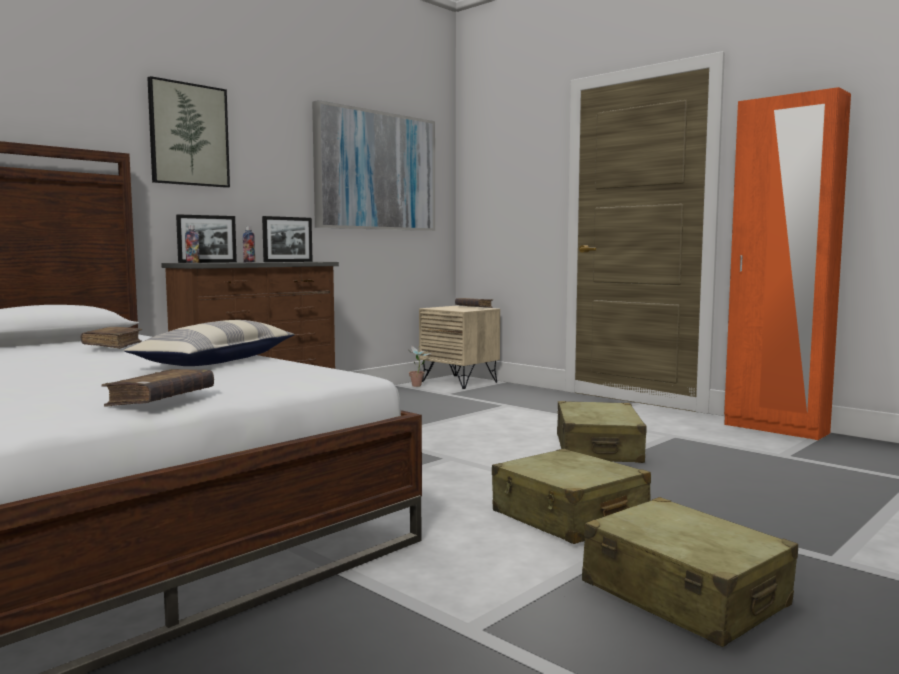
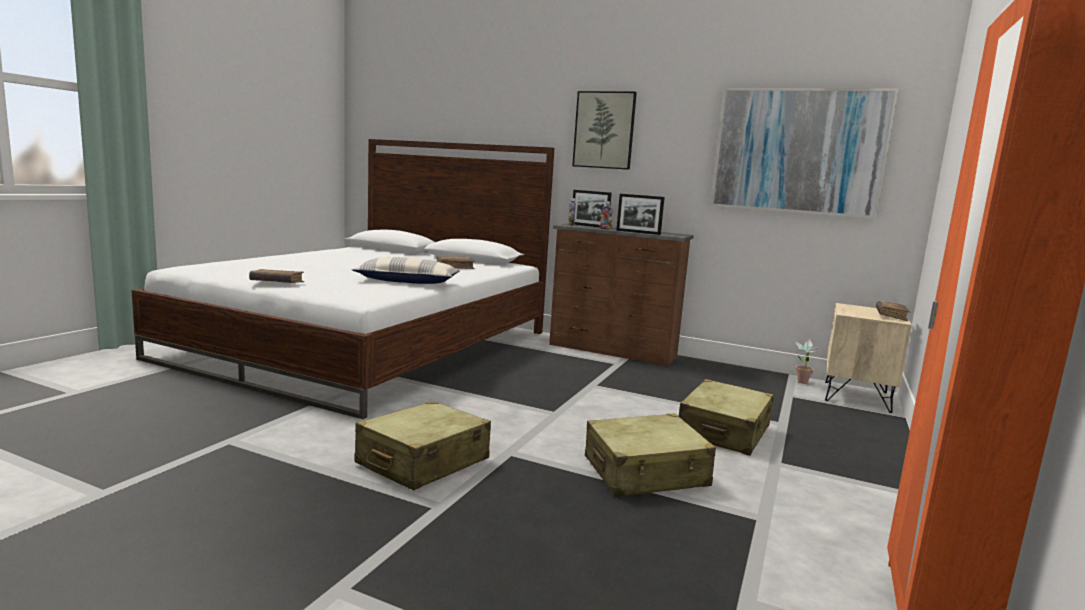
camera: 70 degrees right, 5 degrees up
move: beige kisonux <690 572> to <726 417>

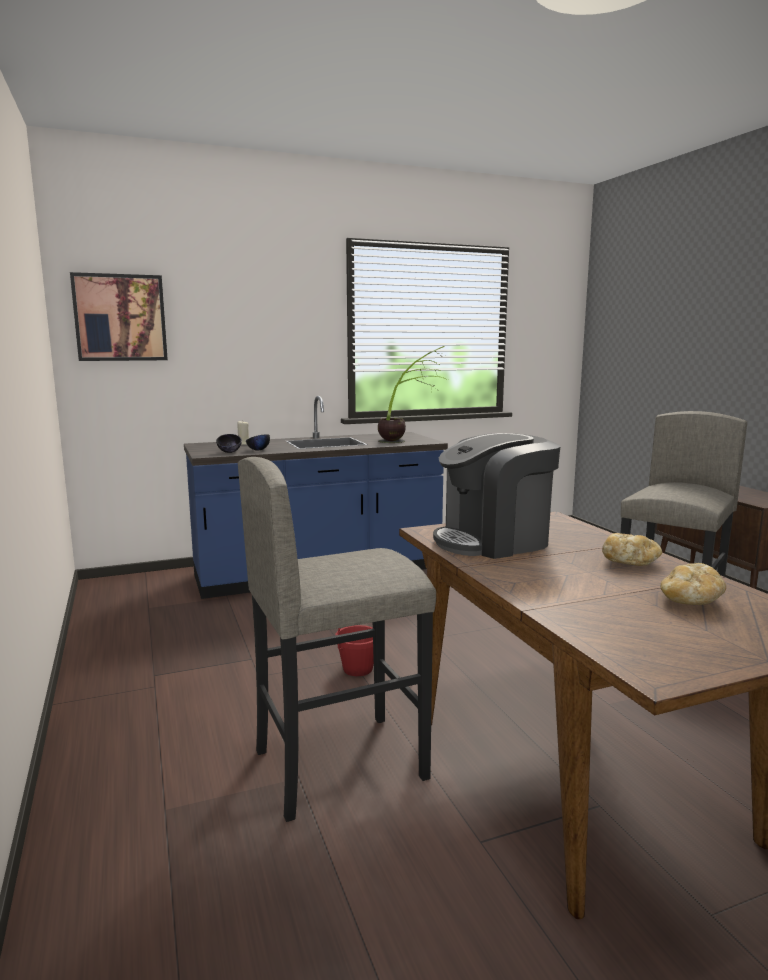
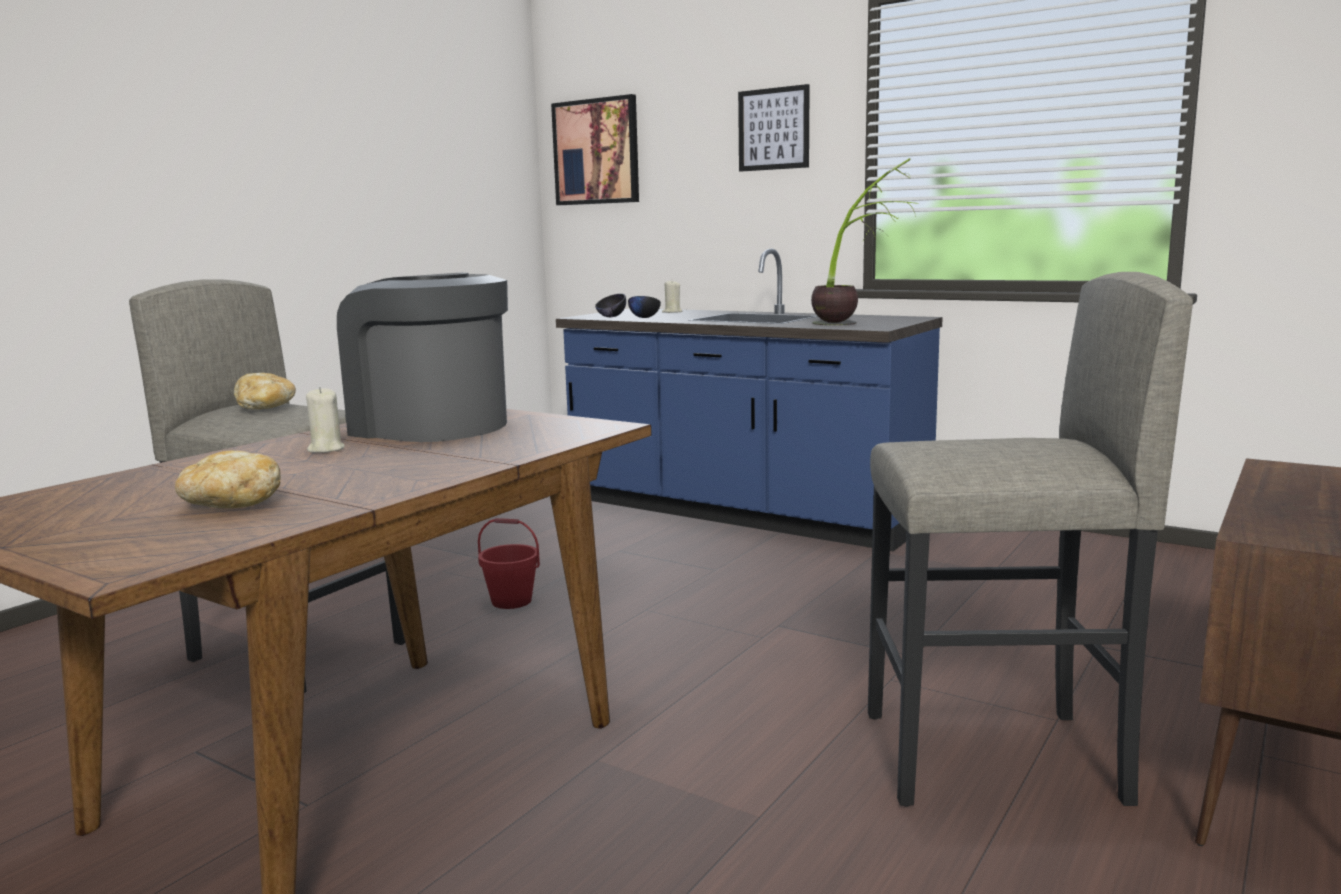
camera: 55 degrees right, 0 degrees up
insert: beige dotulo <325 420>; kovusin <774 128>
move: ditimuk <632 549> to <265 391>

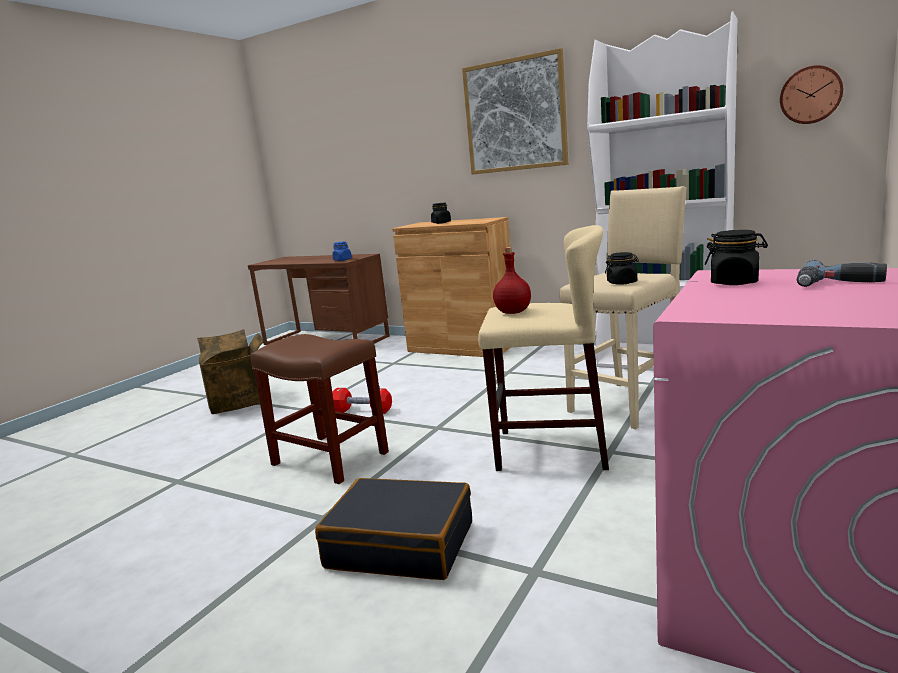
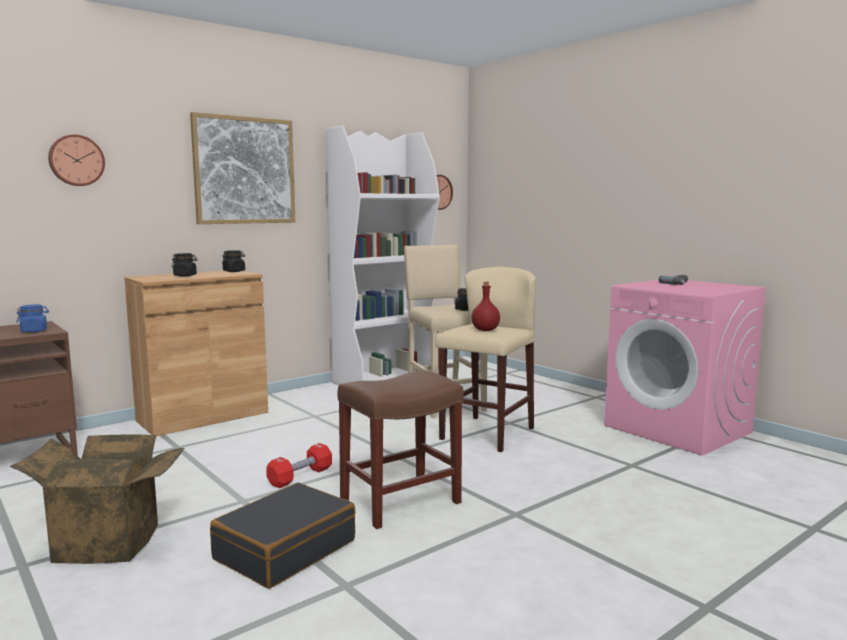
camera: 70 degrees left, 5 degrees down
insert: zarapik <76 160>
move: black kisonux <393 529> to <283 536>; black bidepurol <736 257> to <233 261>

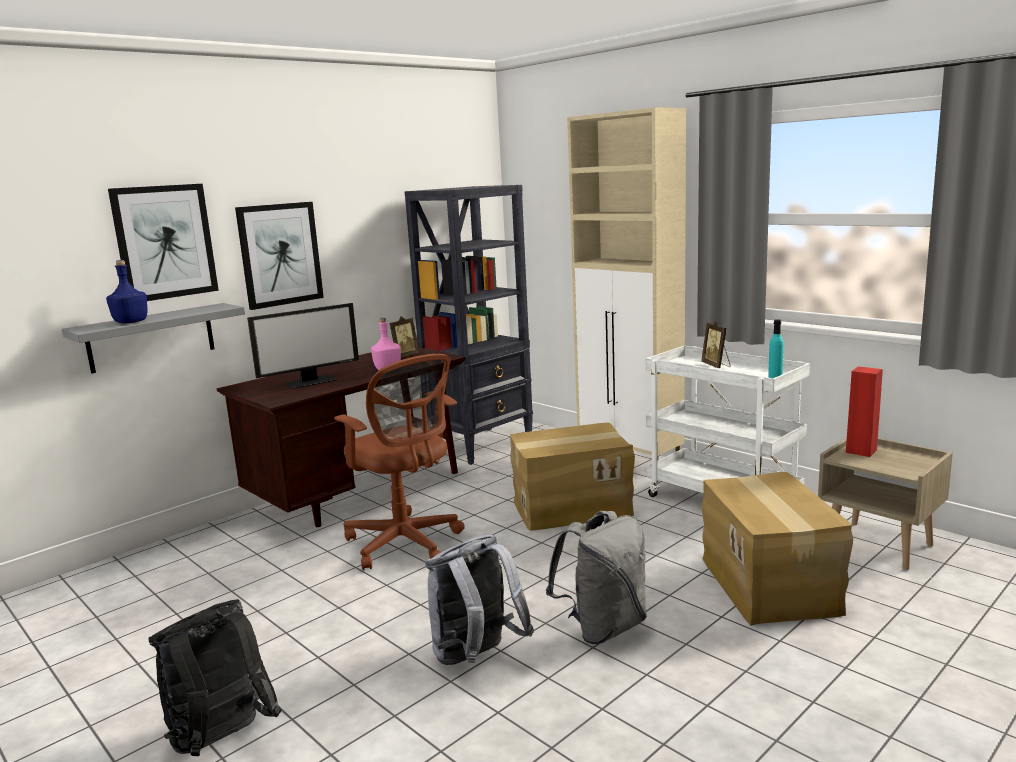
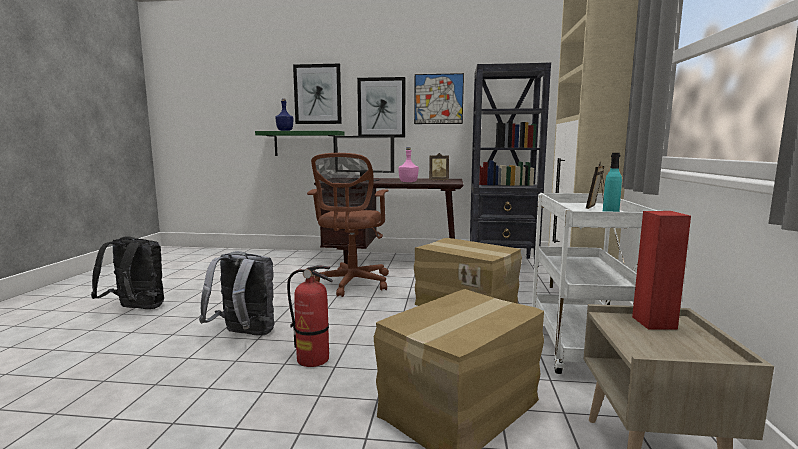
camera: 50 degrees right, 5 degrees down
insert: kovusin <439 98>
replace: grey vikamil <596 577> to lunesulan <310 316>
recolor: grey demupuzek <153 338> to green demupuzek <299 143>

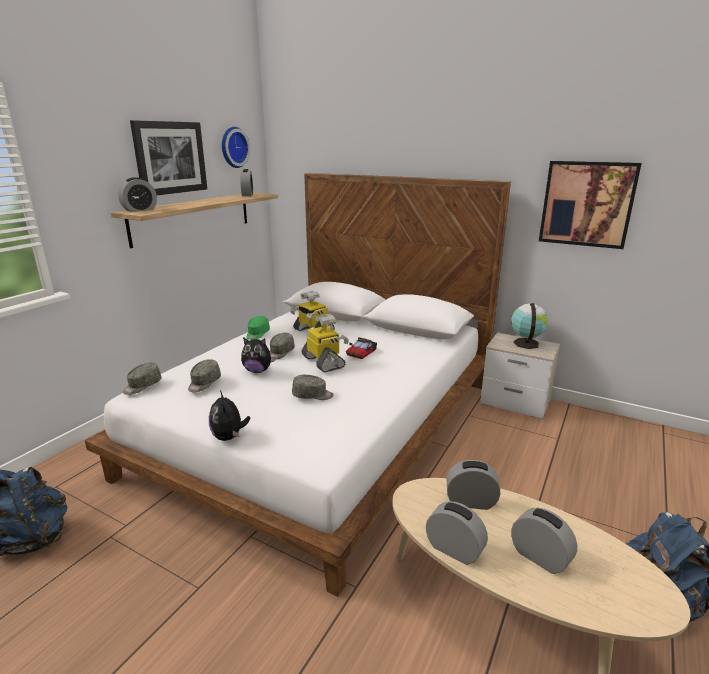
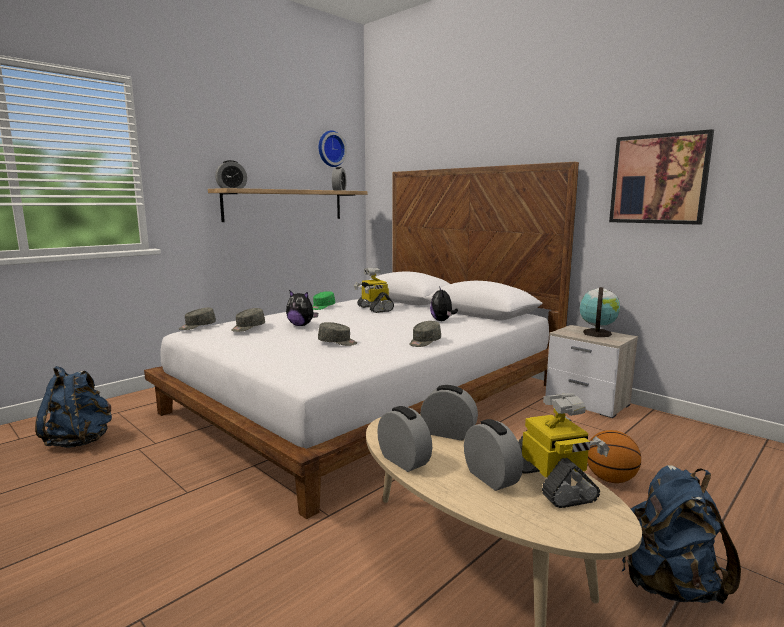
camera: 15 degrees right, 10 degrees down
delete: kovusin <168 157>; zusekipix <361 348>
insert: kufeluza <614 456>
move: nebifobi <230 416> to <444 303>; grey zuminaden <282 346> to <425 334>; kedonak <325 343> to <564 450>

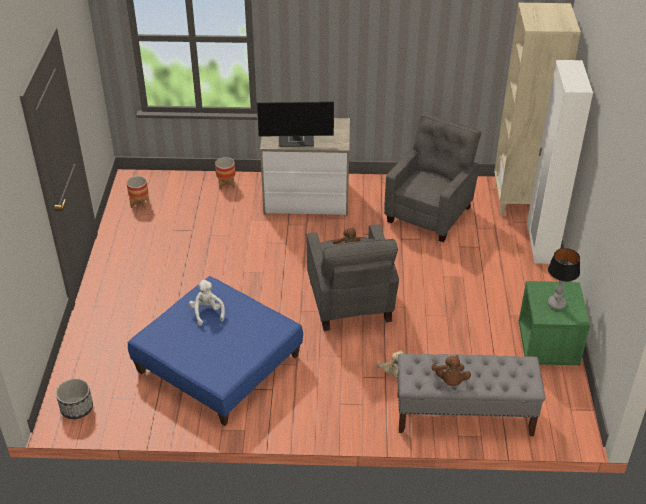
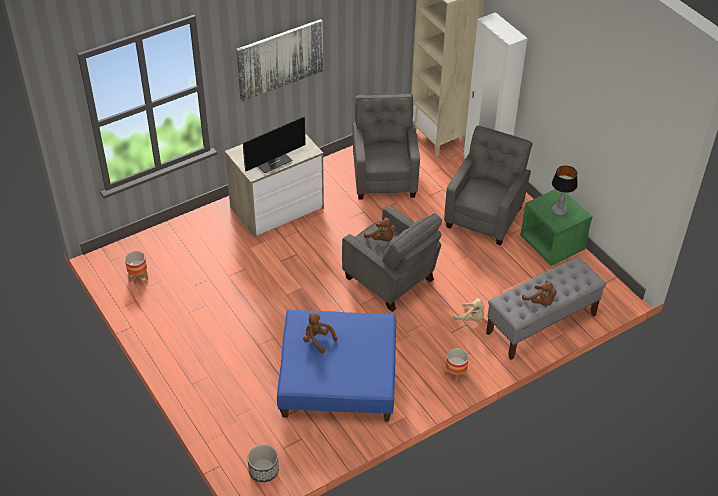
camera: 35 degrees left, 5 degrees up
insert: kovusin <279 60>; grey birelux <488 186>
move: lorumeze <225 173> to <457 366>
recolor: white nebifobi <207 303> to brown nebifobi <320 333>

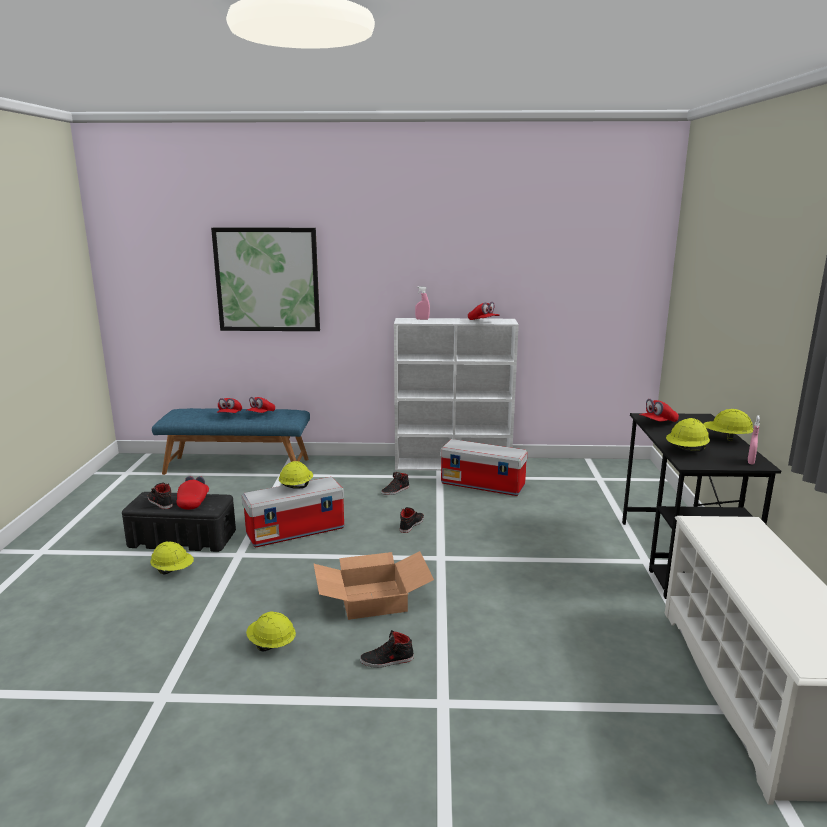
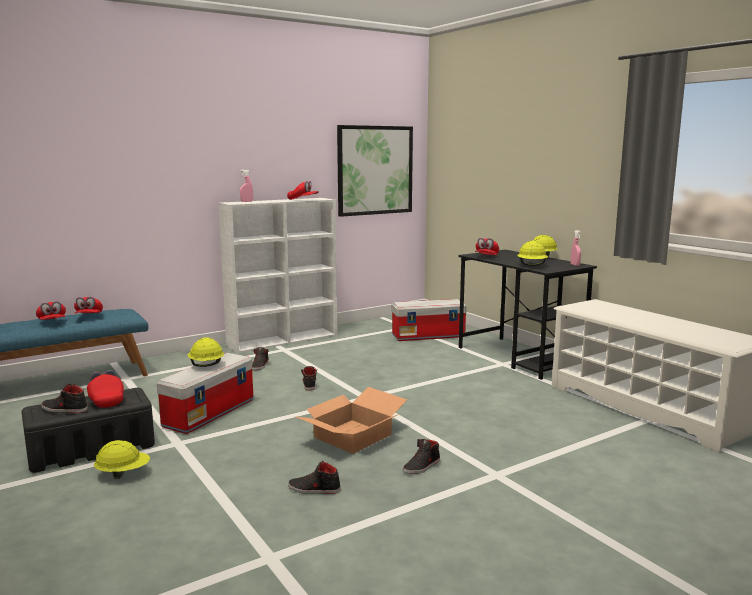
camera: 35 degrees left, 5 degrees down
move: kovusin <265 279> to <375 171>; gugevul <484 467> to <429 320>
replace: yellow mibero <271 631> to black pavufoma <314 477>

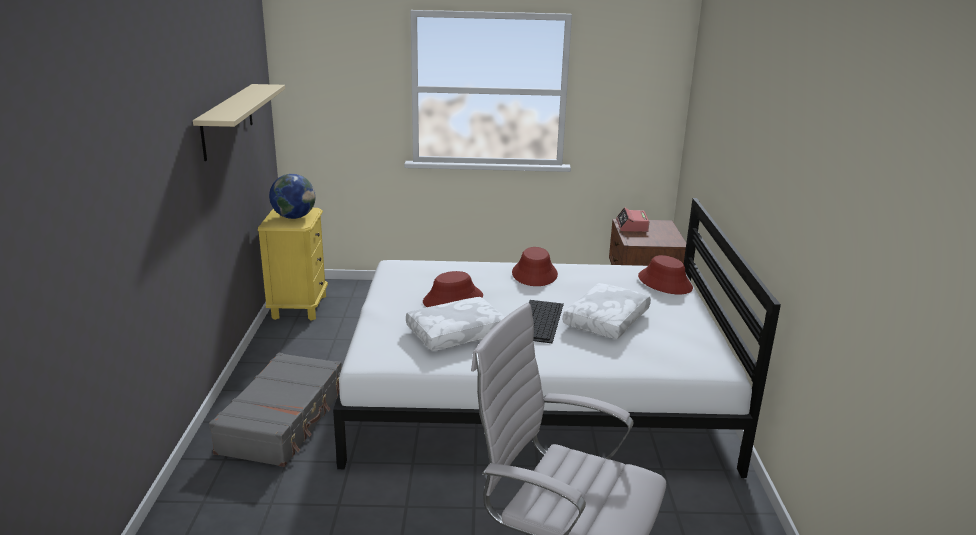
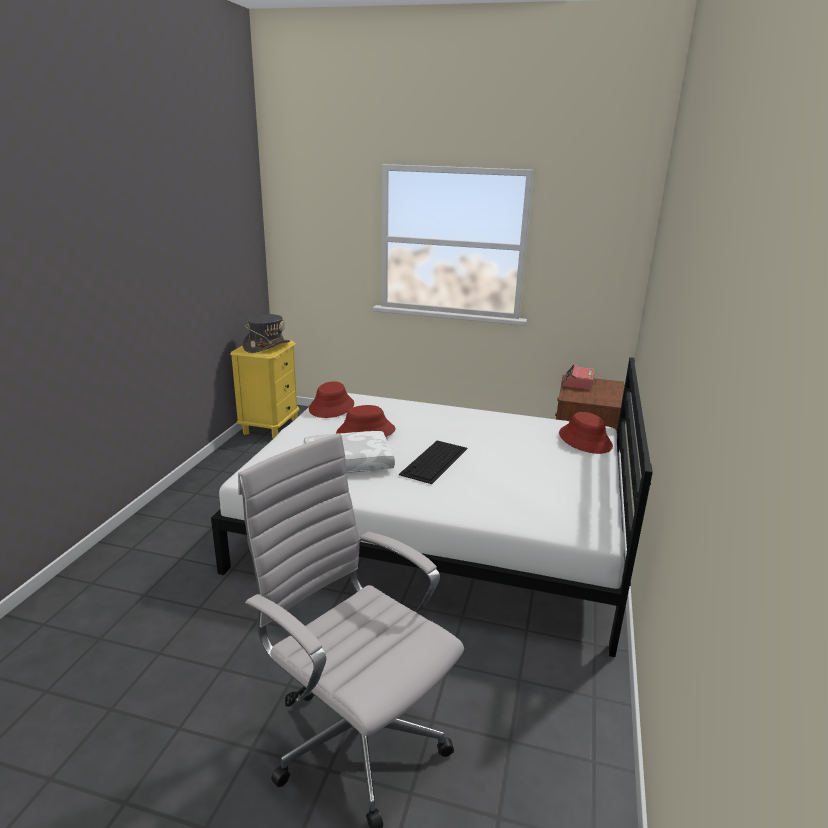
camera: 15 degrees right, 0 degrees up
delete: beige demupuzek <239 122>; grey kisonux <275 410>; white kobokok <607 311>
move: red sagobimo <535 266> to <331 399>
replace: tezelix <292 196> to grey sagobimo <266 333>

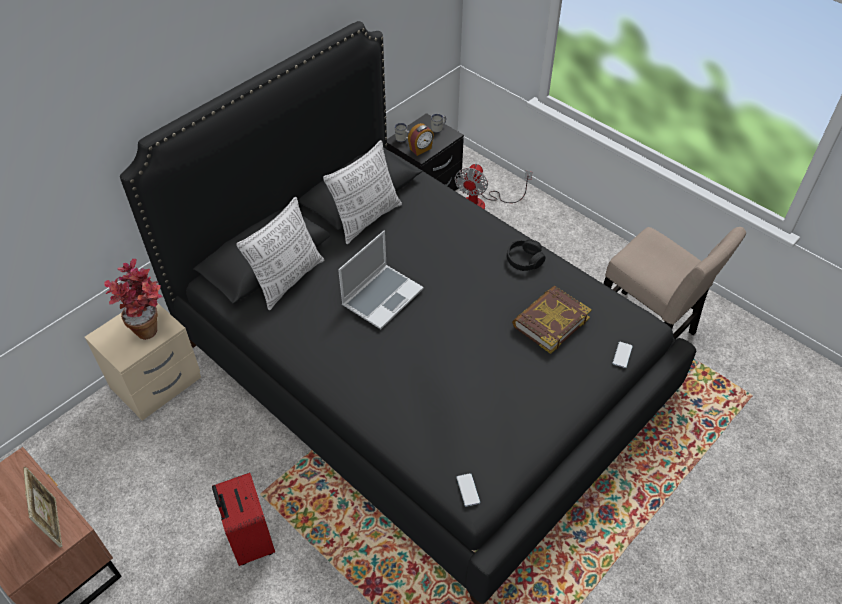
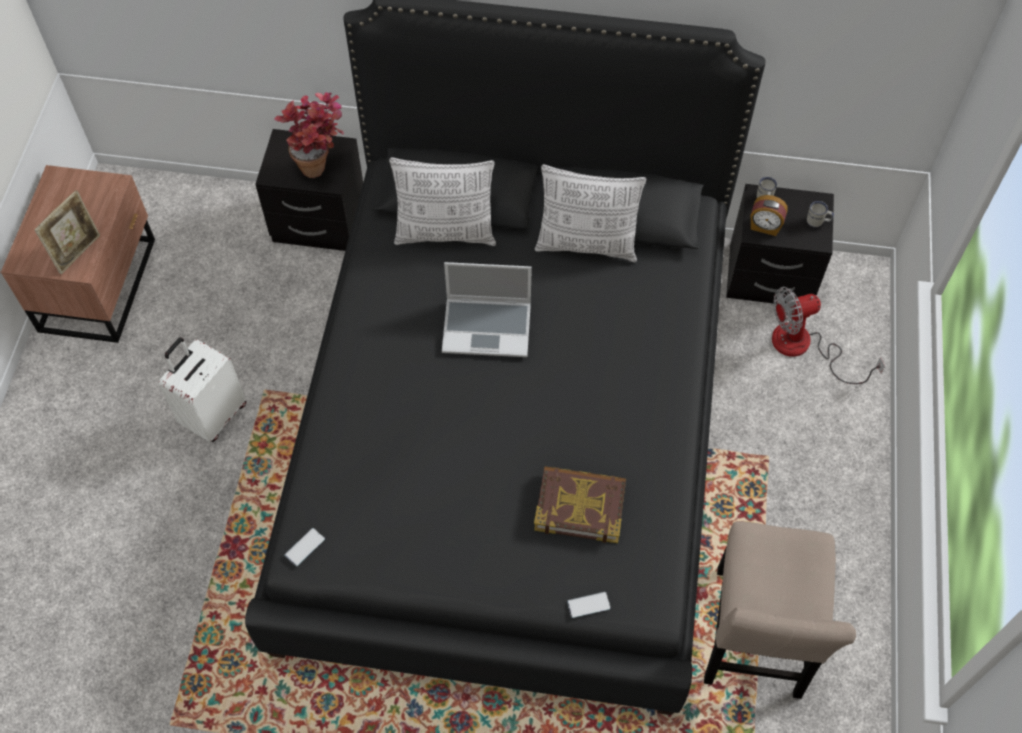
camera: 55 degrees right, 10 degrees up
delete: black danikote <526 255>
recolor: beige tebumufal <143 362> to black tebumufal <309 190>; red kisonux <243 519> to white kisonux <202 390>

